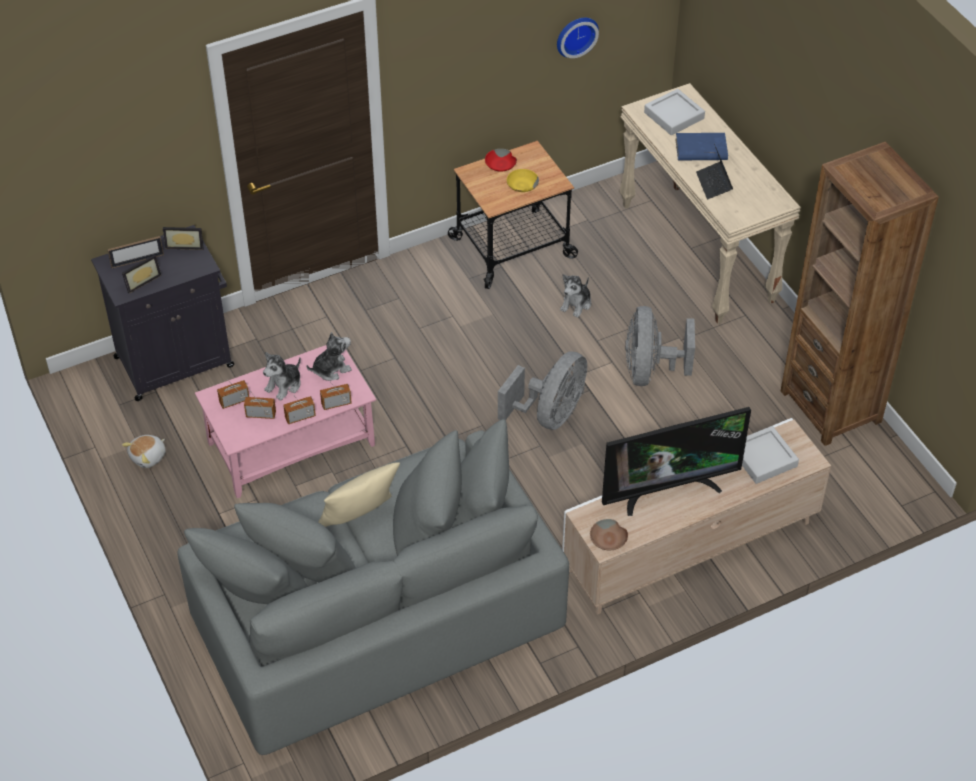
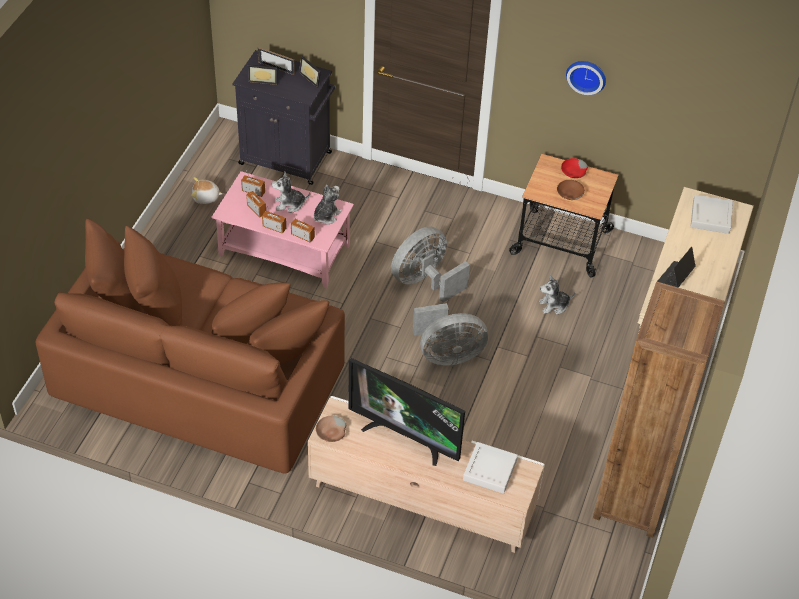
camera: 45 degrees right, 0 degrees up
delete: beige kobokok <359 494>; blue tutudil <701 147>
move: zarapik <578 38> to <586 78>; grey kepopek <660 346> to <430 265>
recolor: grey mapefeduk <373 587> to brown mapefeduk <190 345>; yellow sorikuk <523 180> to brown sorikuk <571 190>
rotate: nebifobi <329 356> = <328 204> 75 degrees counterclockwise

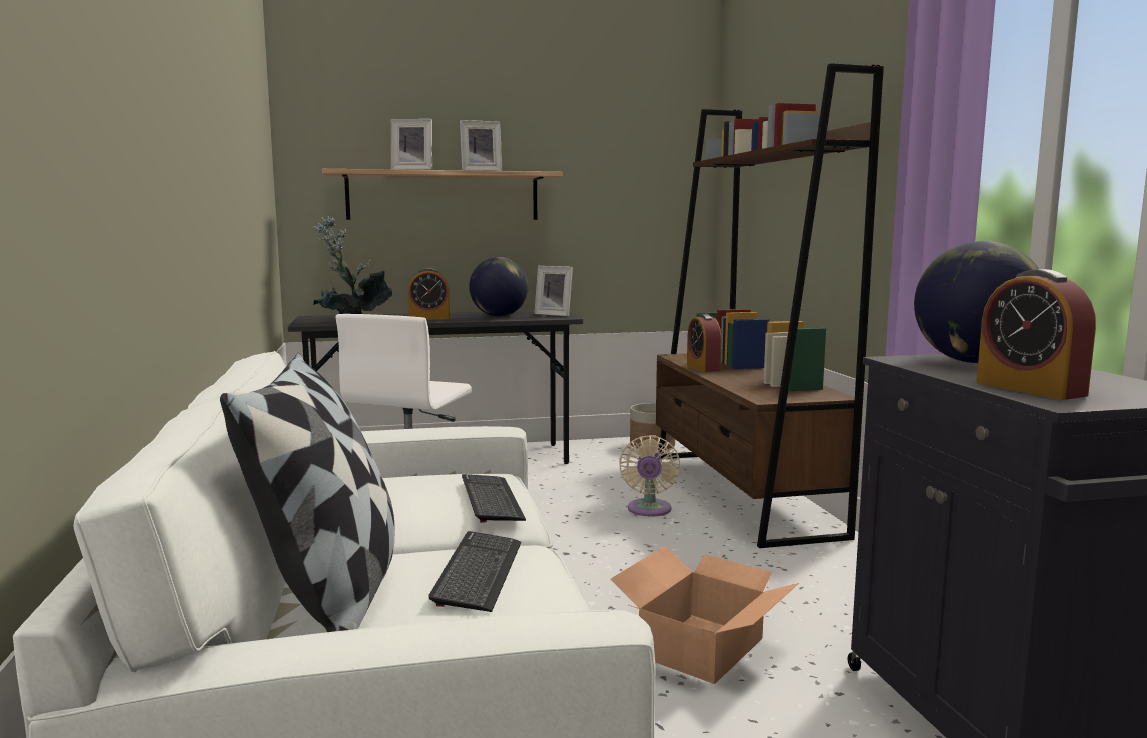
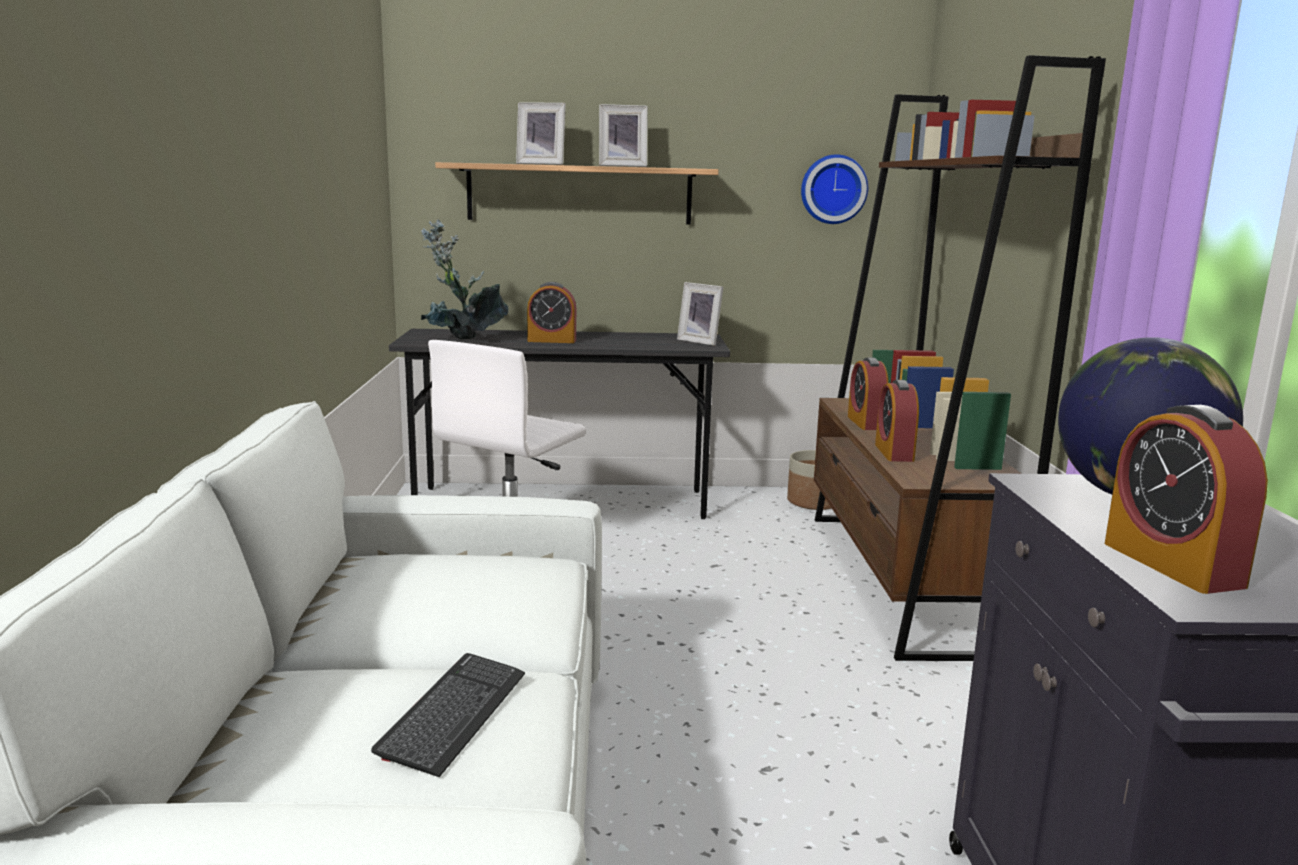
camera: 10 degrees right, 5 degrees up
delete: kobokok <307 492>; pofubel <494 498>; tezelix <499 287>; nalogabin <704 615>; beige kepopek <649 476>
insert: zarapik <834 189>; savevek <897 421>

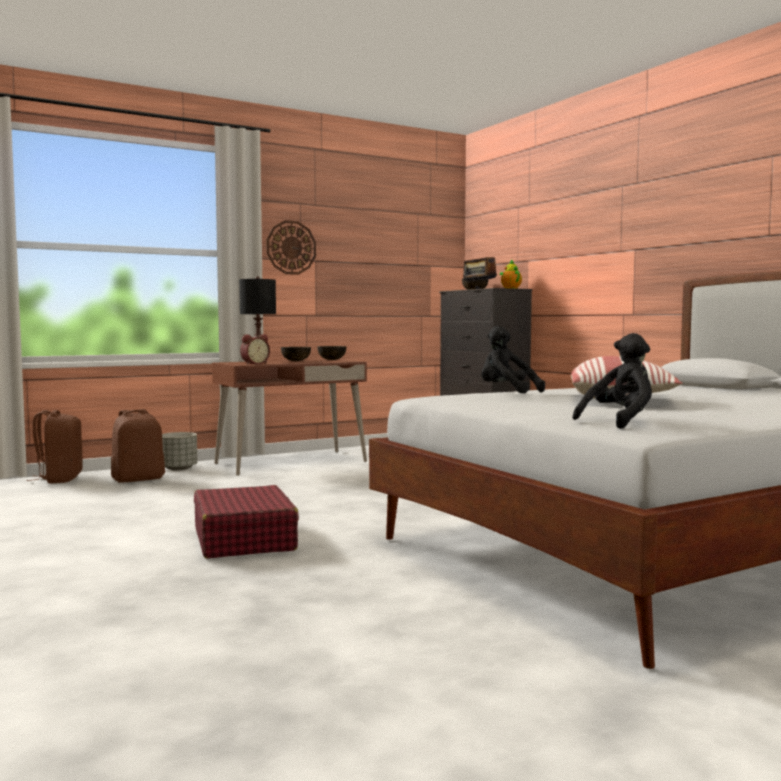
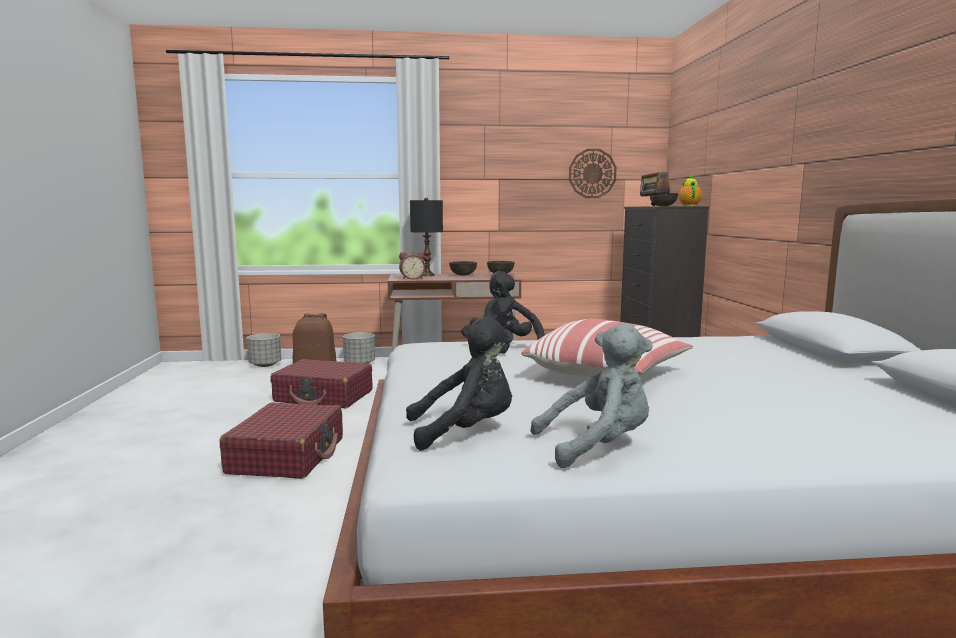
camera: 25 degrees right, 5 degrees up
insert: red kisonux <321 383>; grey nebifobi <591 395>
move: zarapik <291 247> to <593 173>
replace: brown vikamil <54 446> to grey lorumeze <264 350>

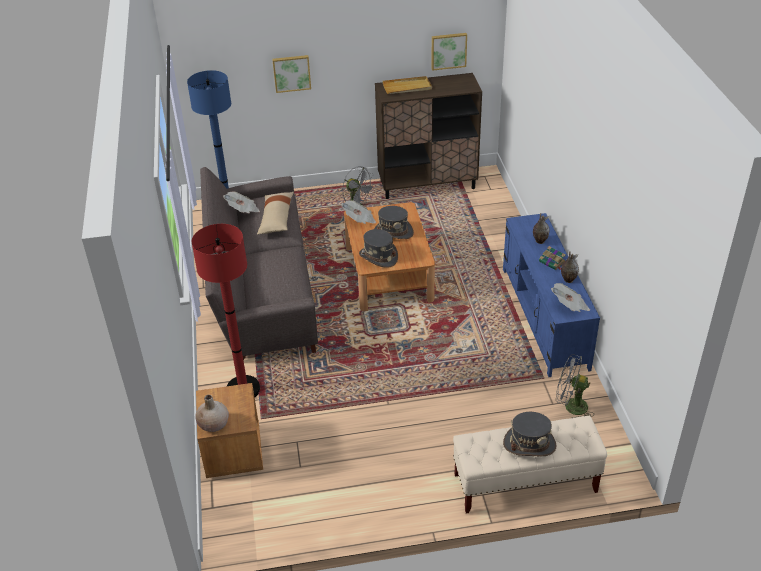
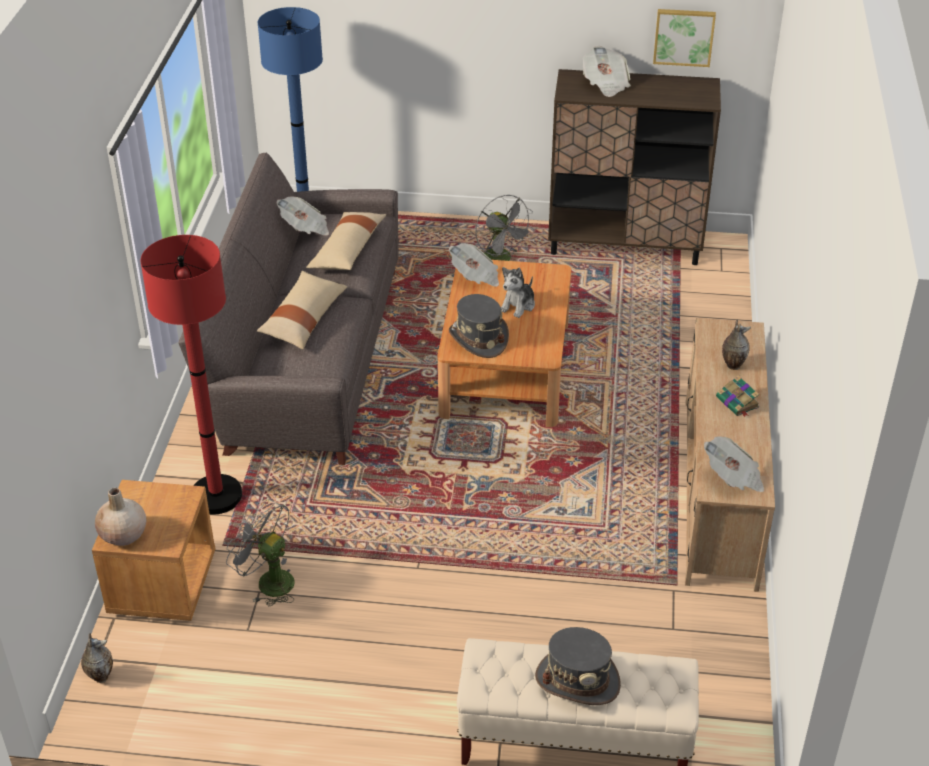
camera: 15 degrees right, 0 degrees up
delete: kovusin <291 74>
insert: beige kobokok <302 310>
move: grey kepopek <575 386> to <260 553>; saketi <570 267> to <97 658>
replace: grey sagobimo <394 222> to nebifobi <518 292>; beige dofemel <407 85> to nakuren <607 71>
recolor: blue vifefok <551 295> to beige vifefok <730 455>

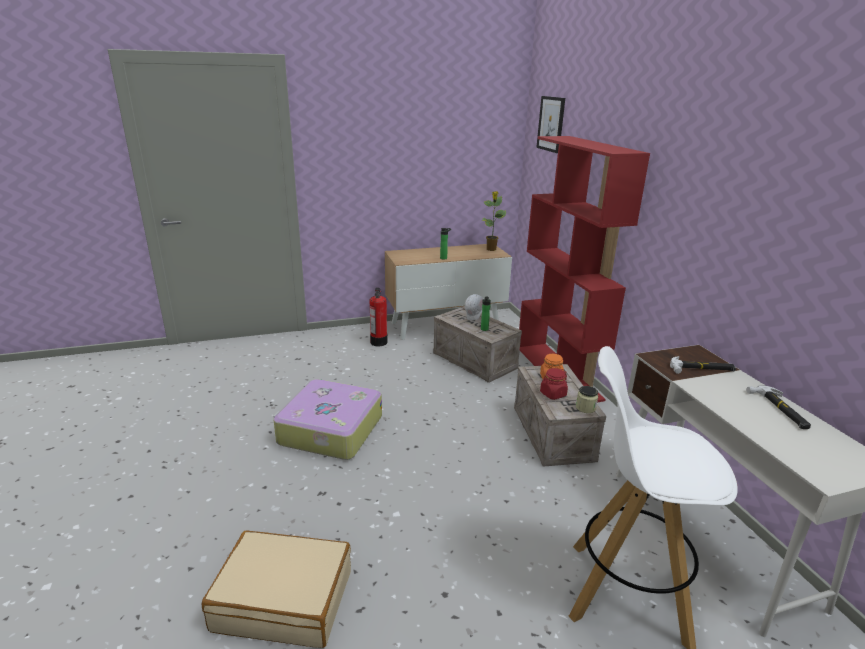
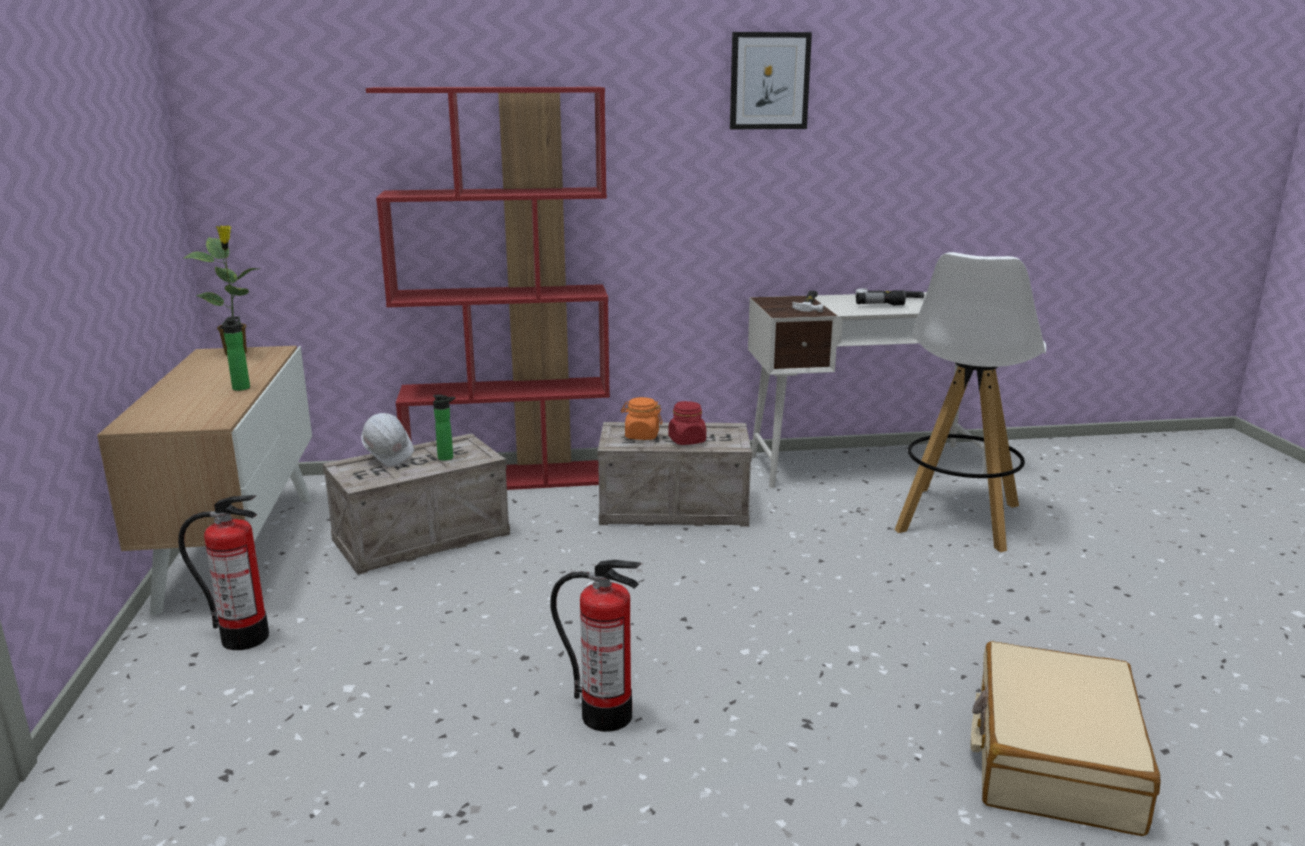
camera: 80 degrees left, 5 degrees down
delete: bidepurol <587 399>
insert: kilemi <881 298>
move: kovusin <550 124> to <771 80>
replace: kisonux <327 419> to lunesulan <595 646>

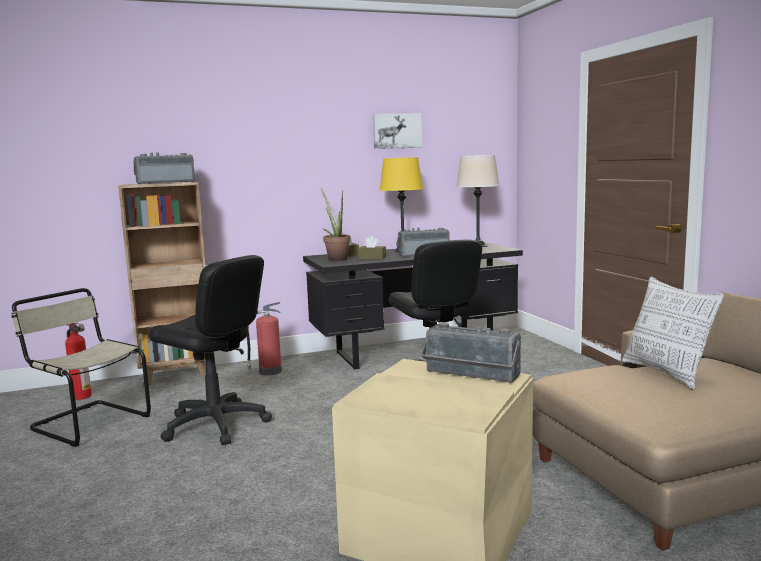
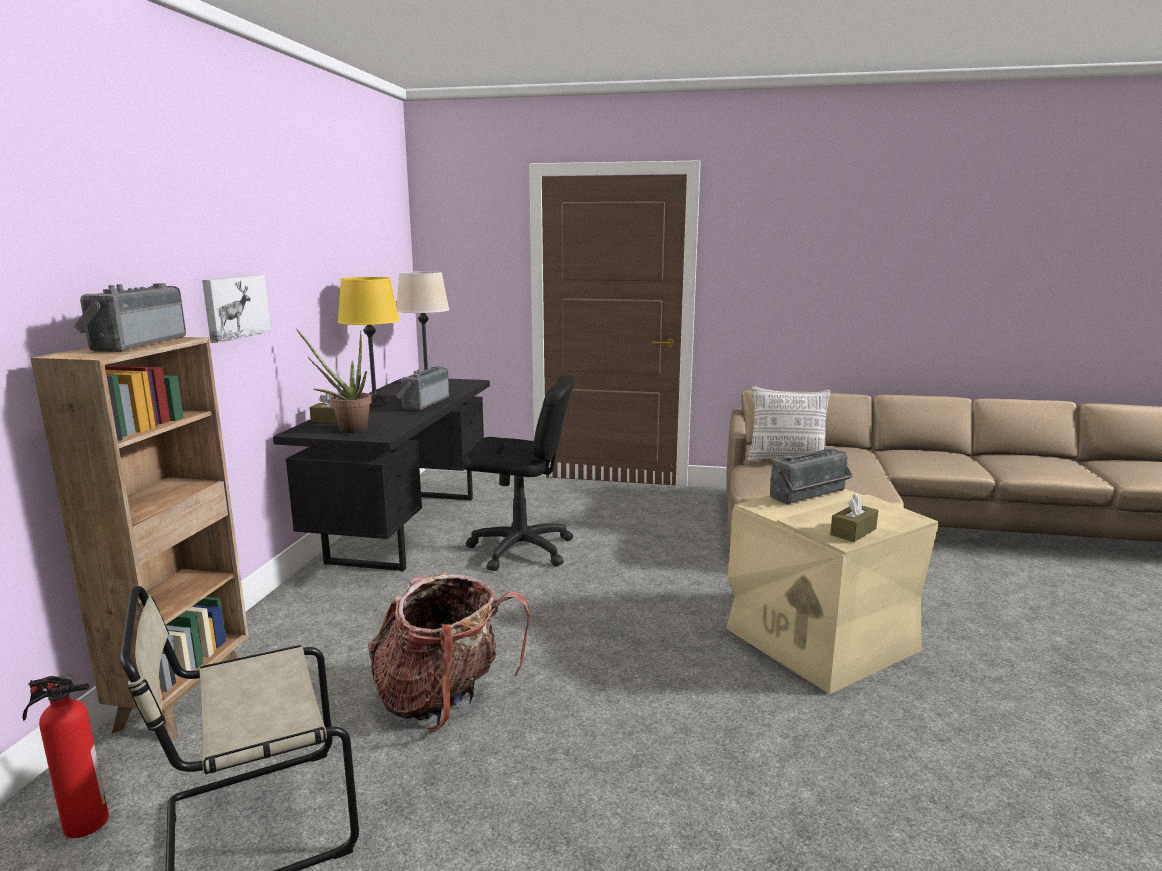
camera: 60 degrees left, 5 degrees up
delete: lunesulan <264 338>
move: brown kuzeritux <372 247> to <854 517>; kovusin <397 131> to <236 309>
replace: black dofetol <210 350> to vikamil <449 652>

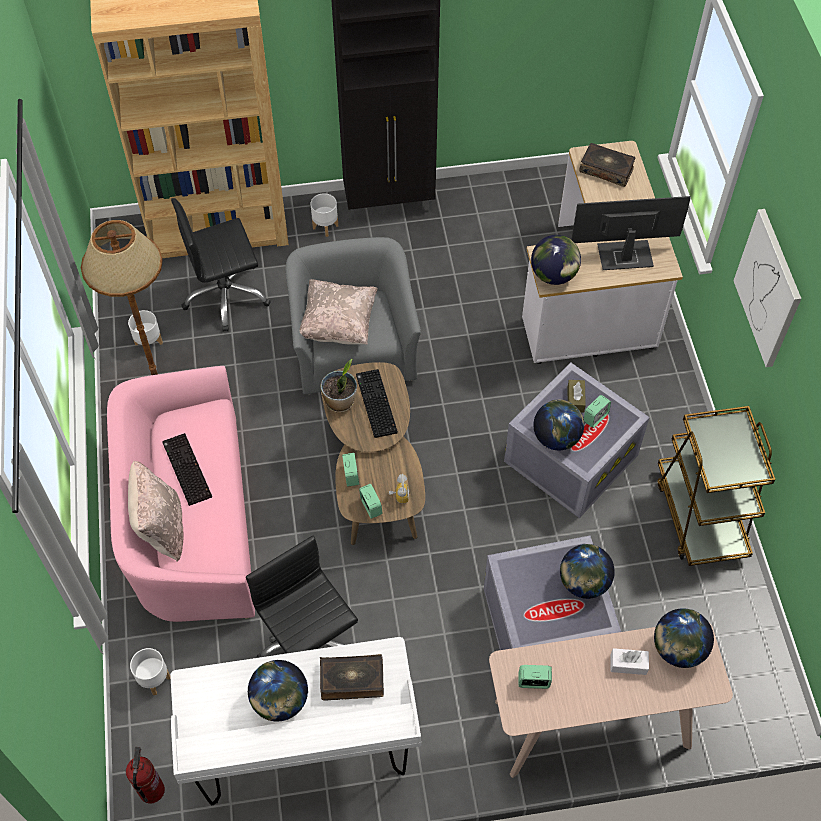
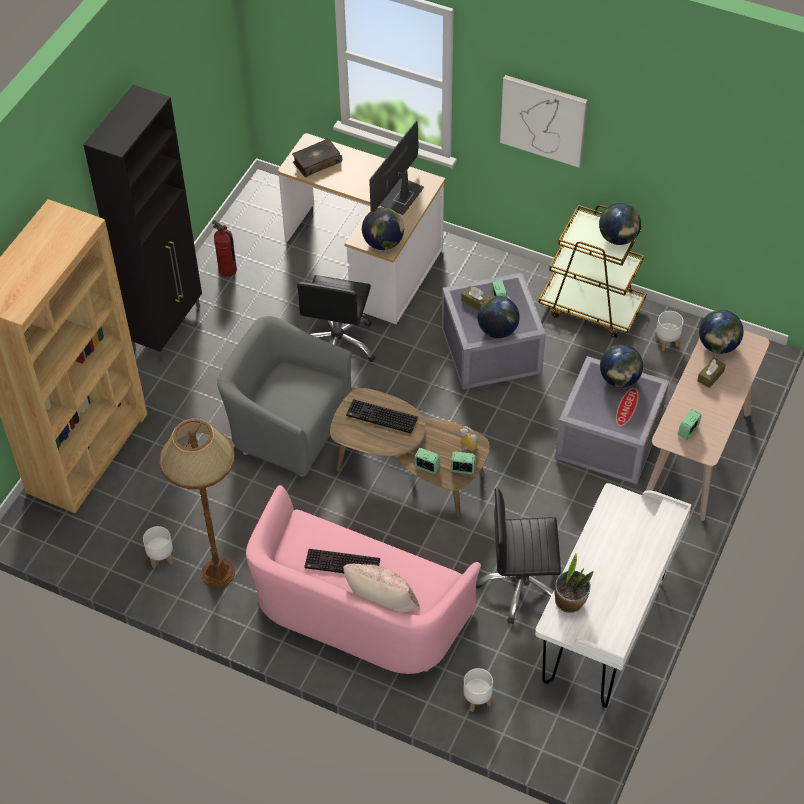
camera: 55 degrees left, 5 degrees down
delete: beige kobokok <339 312>; tutudil <352 677>
move: lunesulan <145 775> to <224 248>; black dofetol <221 264> to <336 318>; tezelix <278 691> to <620 224>; white lorumeze <324 215> to <669 331>; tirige <338 386> to <574 583>
recolor: white kuzeritux <630 661> to brown kuzeritux <711 373>

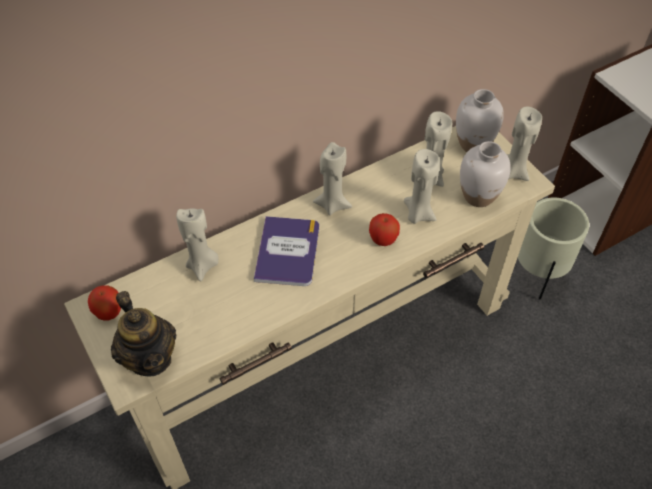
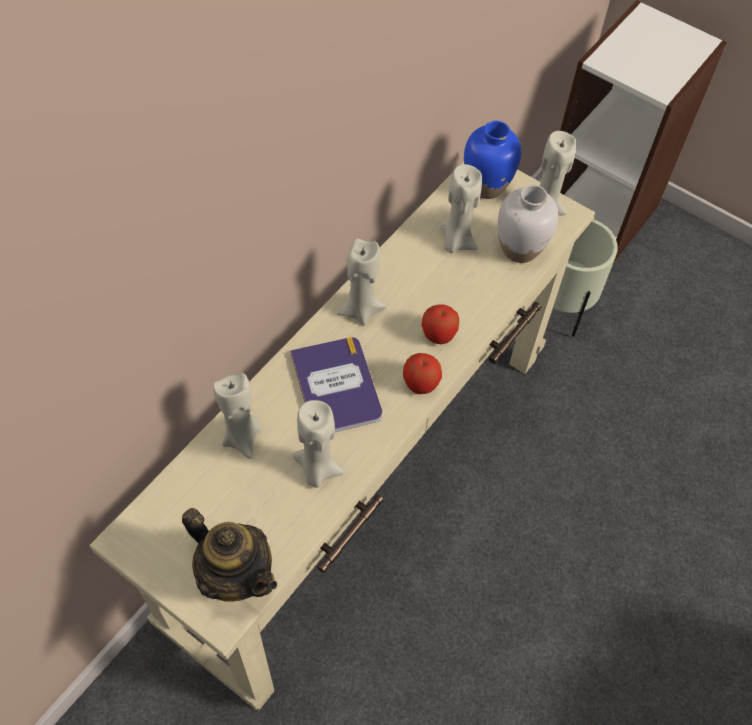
camera: 25 degrees left, 5 degrees up
move: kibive <104 302> to <422 373>; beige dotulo <422 186> to <318 444>
recolor: white saketi <480 120> to blue saketi <492 160>

